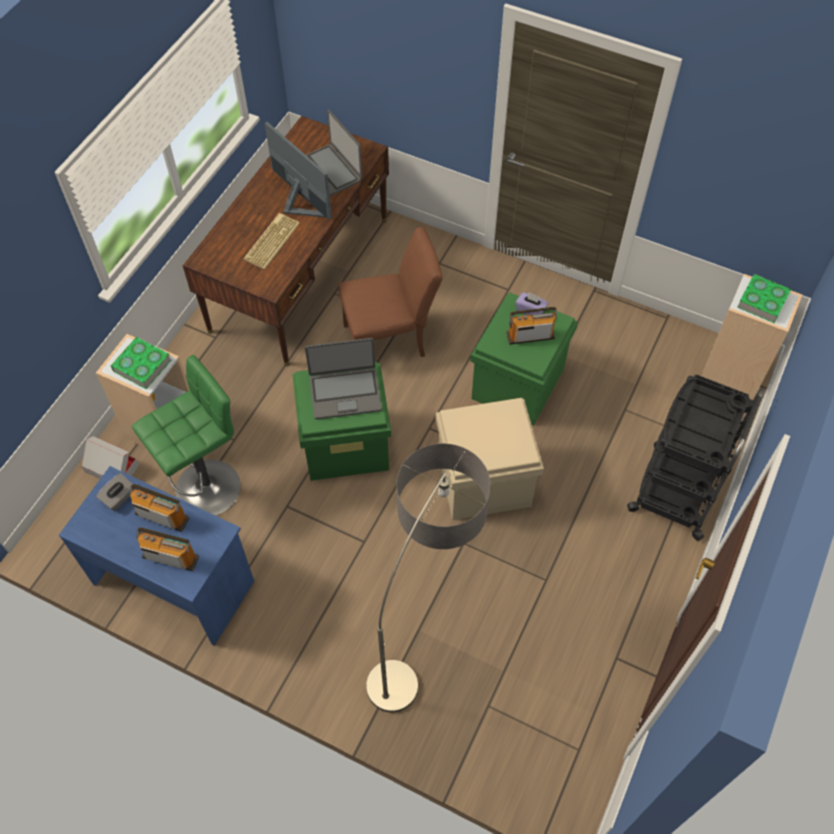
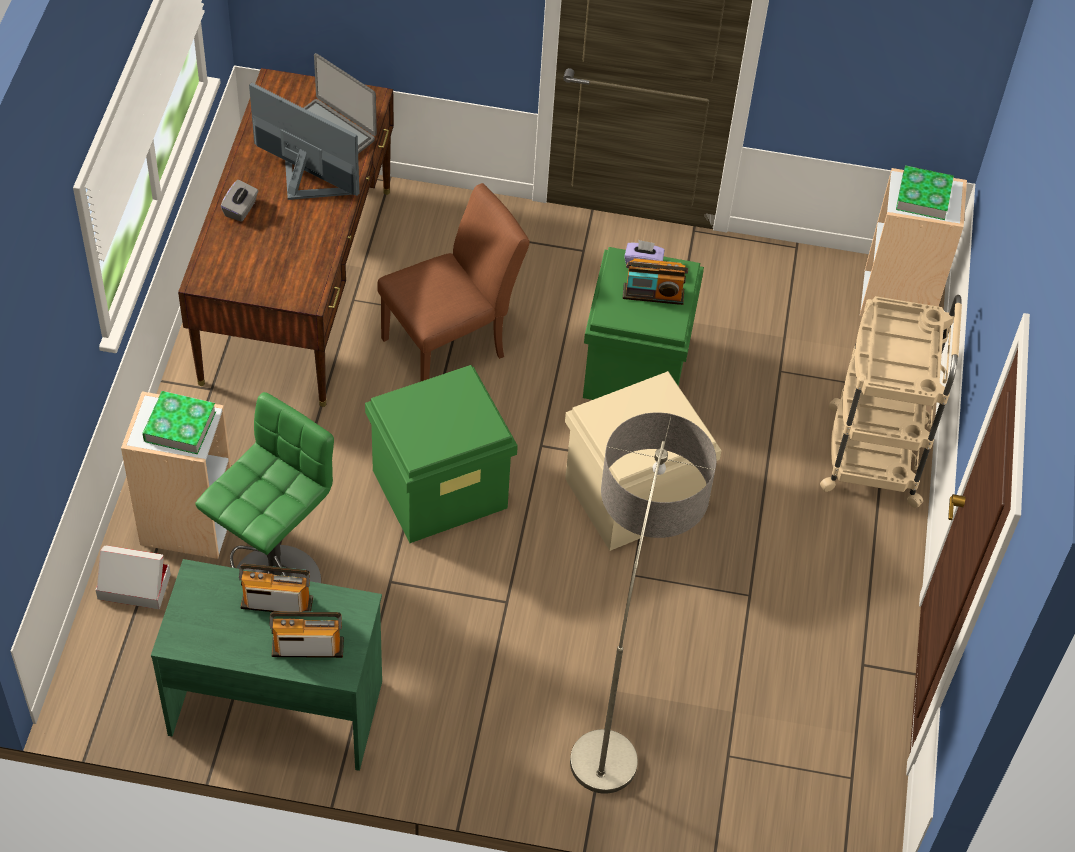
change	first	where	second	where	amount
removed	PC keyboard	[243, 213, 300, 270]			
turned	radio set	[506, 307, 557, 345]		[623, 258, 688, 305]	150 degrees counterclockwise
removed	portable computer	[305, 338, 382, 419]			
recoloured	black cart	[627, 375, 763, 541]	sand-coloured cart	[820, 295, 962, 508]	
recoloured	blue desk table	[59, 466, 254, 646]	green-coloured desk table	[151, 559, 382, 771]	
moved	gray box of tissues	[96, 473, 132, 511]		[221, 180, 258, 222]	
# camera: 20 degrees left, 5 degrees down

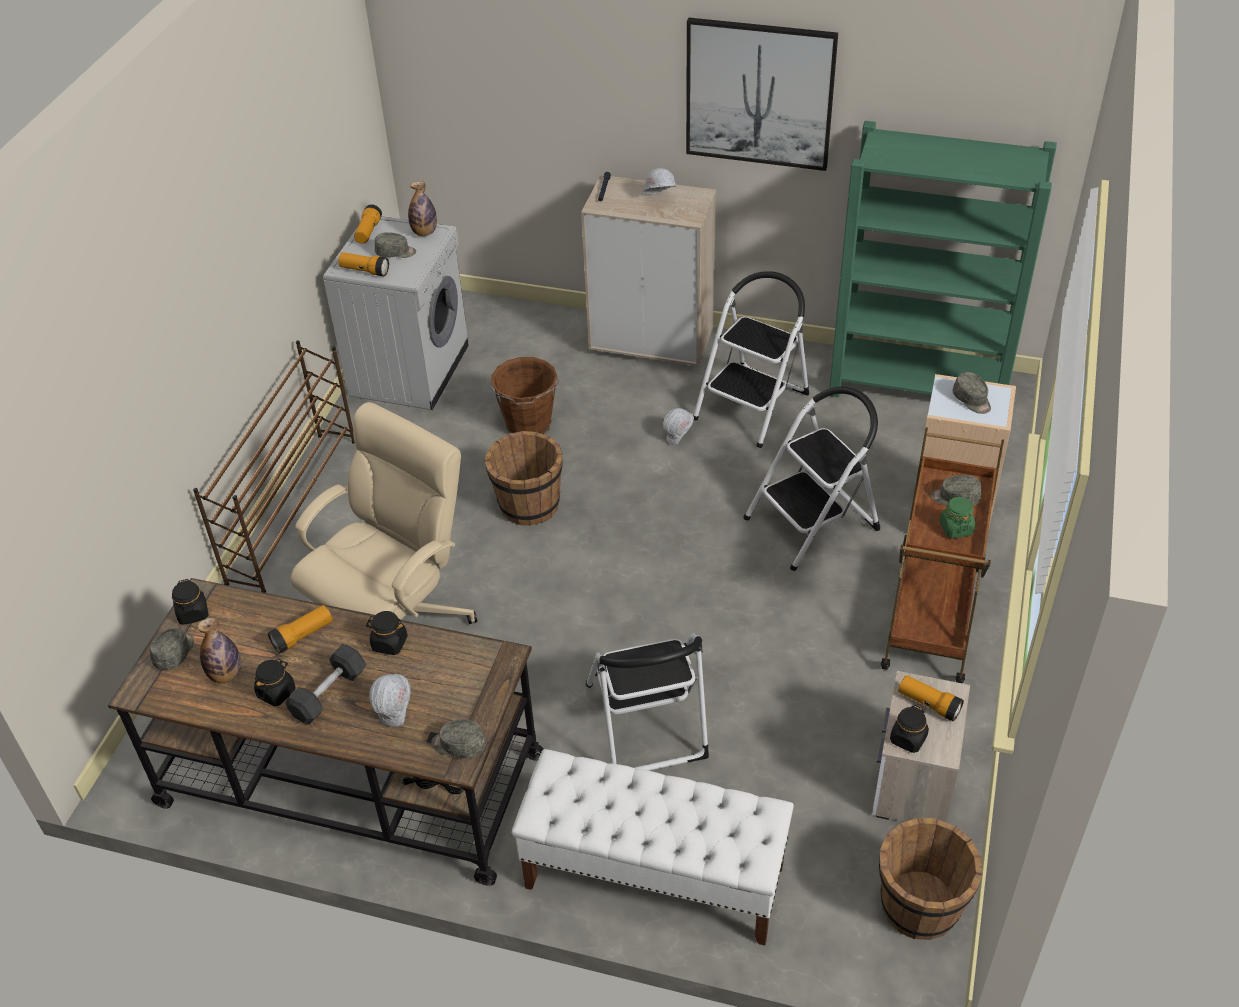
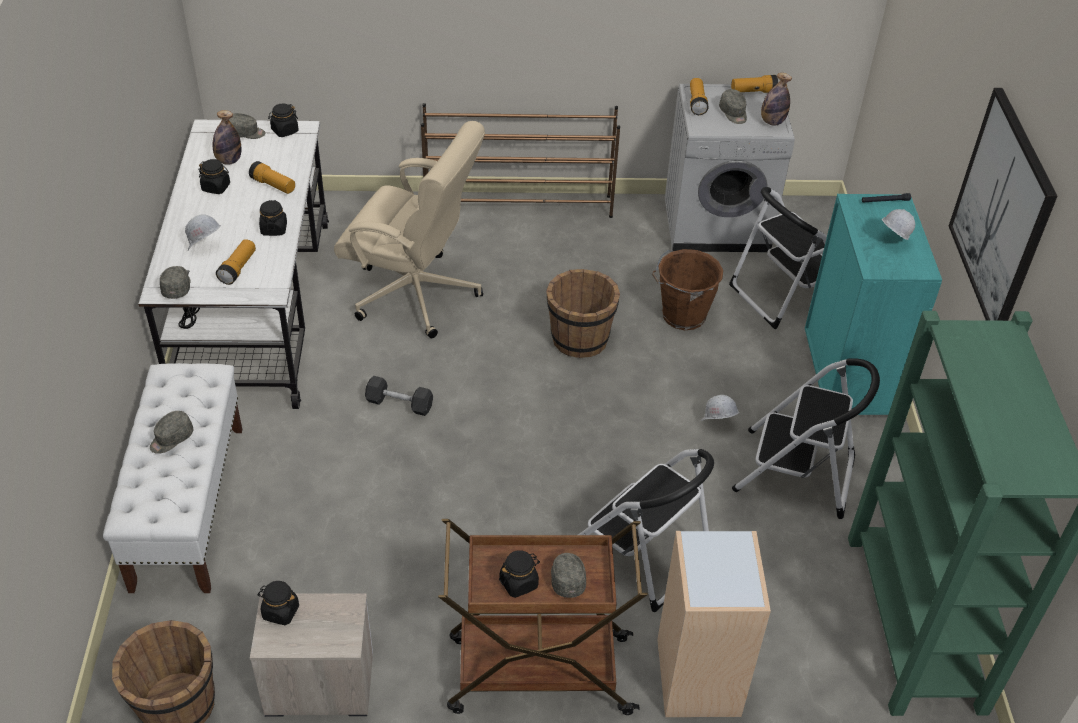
change	first	where	second	where	amount
recoloured	sand-coloured cabinet	[581, 175, 716, 366]	turquoise-coloured cabinet	[805, 194, 942, 415]	
moved	gray cap	[953, 372, 991, 414]		[150, 411, 194, 454]	
recoloured	green-coloured storage jar	[939, 496, 975, 539]	black storage jar	[499, 550, 540, 598]	
recoloured	brown-coloured desk table	[108, 578, 543, 886]	white desk table	[138, 119, 329, 409]	
moved	step stool	[586, 633, 709, 771]		[729, 187, 827, 329]	
moved	gray free weight	[285, 644, 366, 725]		[365, 376, 433, 416]	
moved	hand torch	[898, 675, 964, 721]		[216, 239, 256, 285]	
# camera: 70 degrees right, 0 degrees up

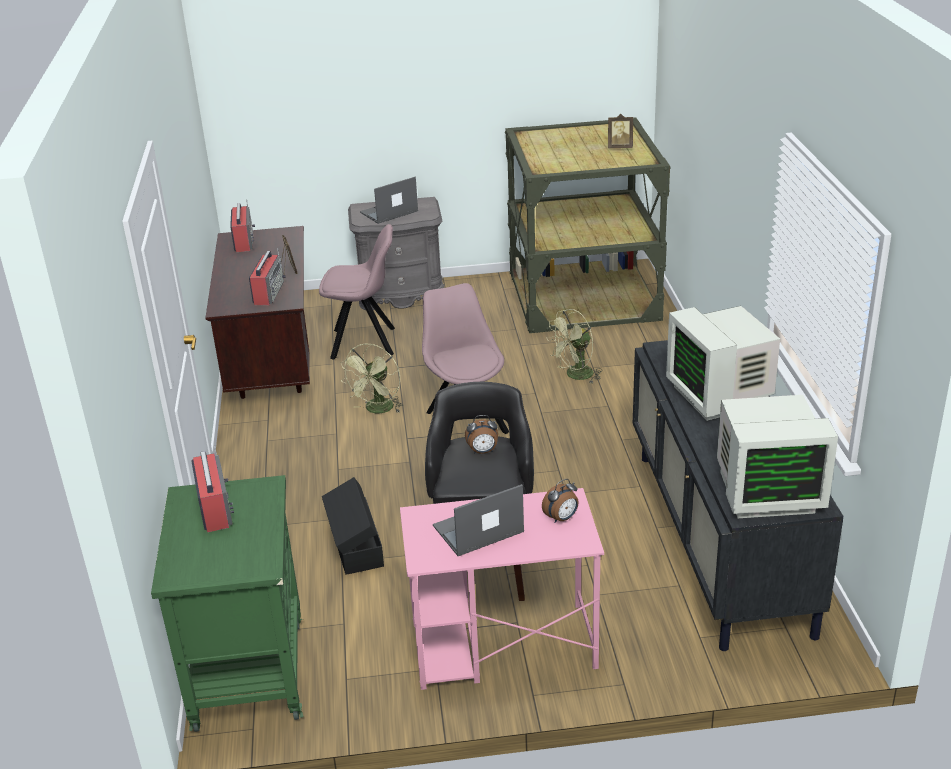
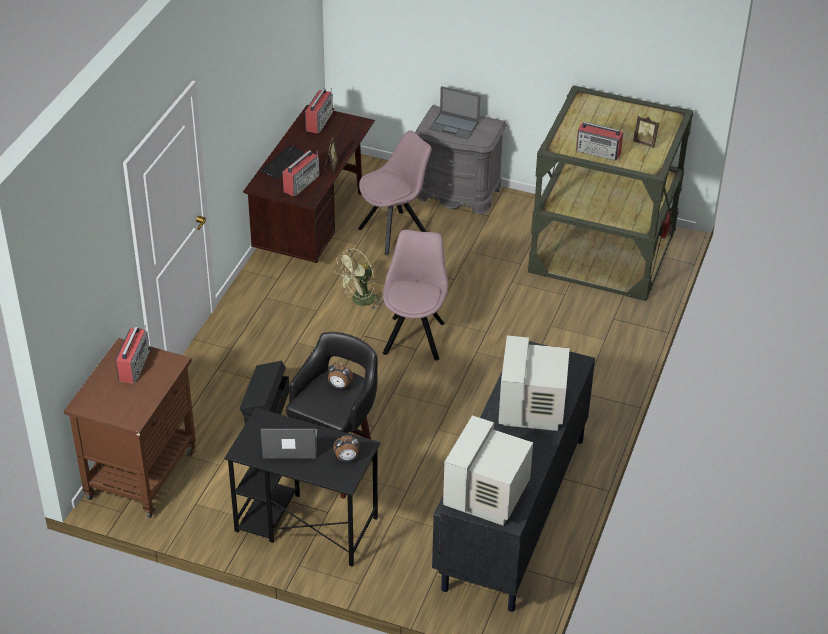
change	first	where	second	where	amount
turned	portable computer	[360, 177, 418, 224]		[429, 86, 480, 139]	150 degrees counterclockwise
turned	pink chair	[319, 224, 395, 360]		[358, 130, 432, 255]	60 degrees counterclockwise
removed	green-coloured fan	[547, 309, 602, 383]			
turned	monitor	[717, 395, 838, 518]		[443, 415, 533, 526]	90 degrees clockwise
recoloured	green-coloured cart	[151, 475, 304, 732]	brown-coloured cart	[64, 338, 196, 518]	
recoloured	pink desk table	[400, 488, 604, 690]	black desk table	[225, 408, 380, 567]	
added			radio set	[576, 122, 623, 160]	
added			PC keyboard	[260, 146, 305, 179]	
# camera: 25 degrees right, 10 degrees up

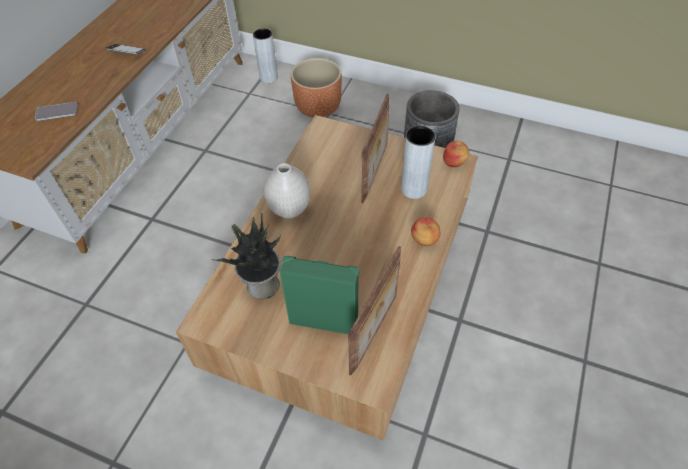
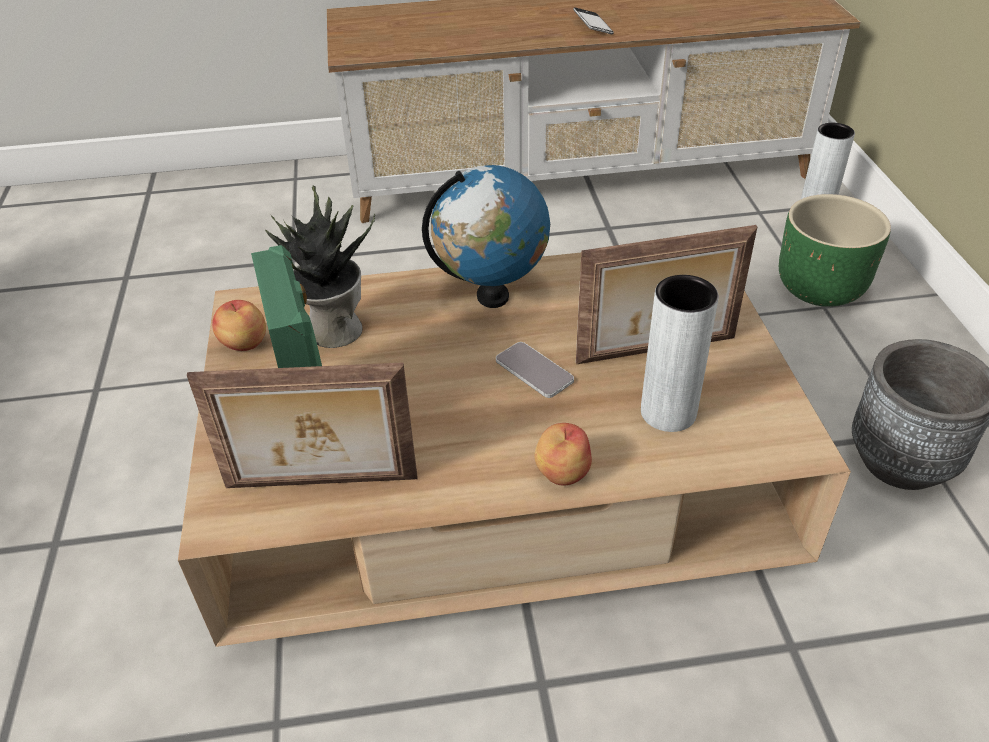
change	first	where	second	where	amount
recoloured	brown-coloured planter	[291, 58, 342, 117]	green-coloured planter	[779, 194, 891, 307]	
moved	handset	[35, 102, 78, 121]		[496, 342, 574, 398]	
moved	whole apple	[443, 141, 470, 167]		[212, 300, 266, 351]	
replaced	white flower vase	[264, 163, 310, 218]	world globe	[422, 165, 550, 308]	
# camera: 60 degrees right, 10 degrees down

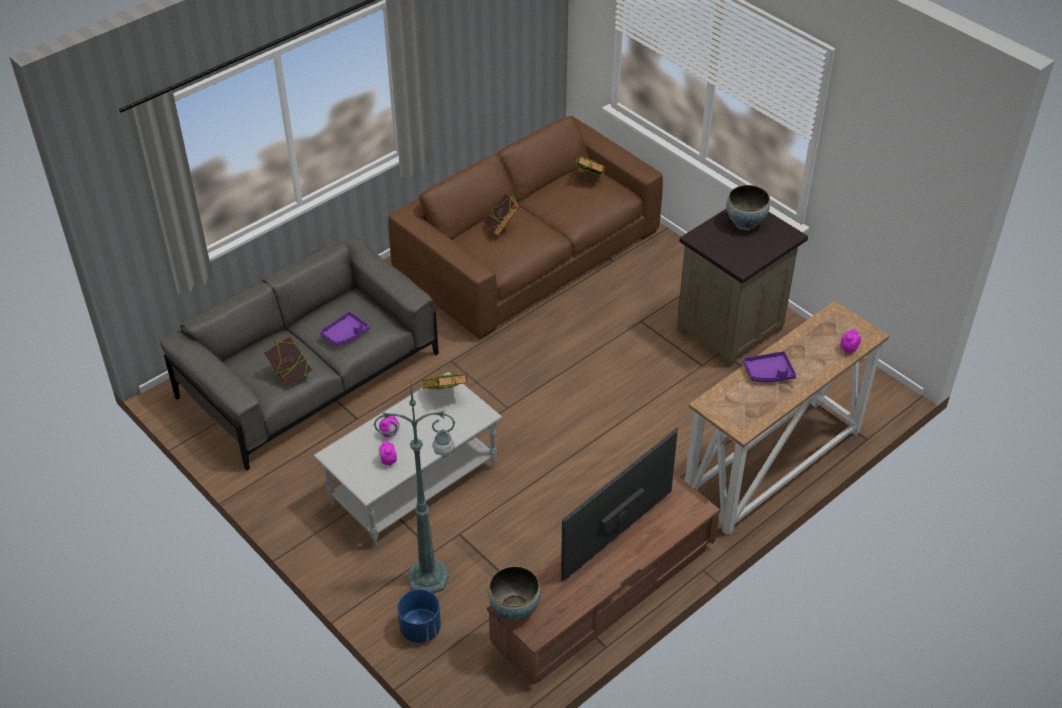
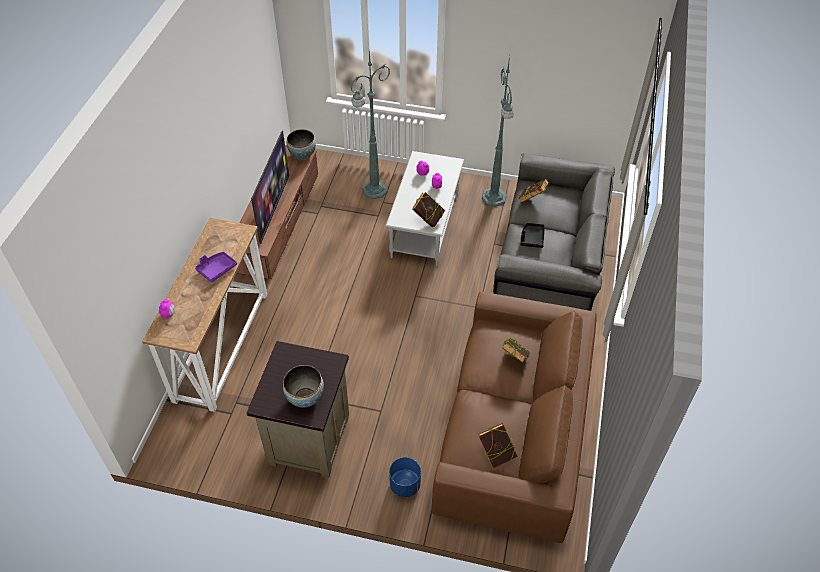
change	first	where	second	where	amount
recoloured	purplish carrying tray	[320, 312, 370, 346]	black carrying tray	[521, 223, 545, 248]	
moved	blue planter	[397, 589, 441, 643]		[389, 457, 421, 497]	
added			green-coloured floor lamp	[482, 56, 514, 206]	
# camera: 145 degrees right, 5 degrees up

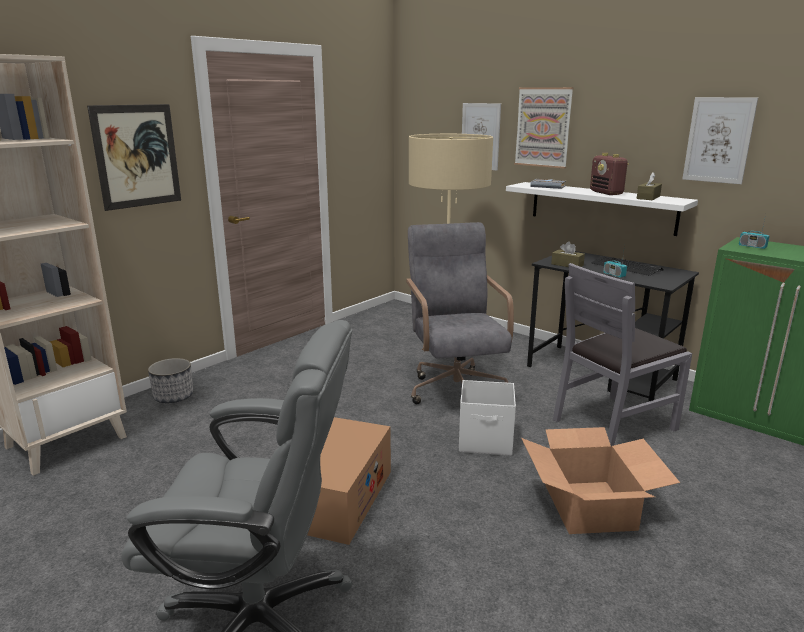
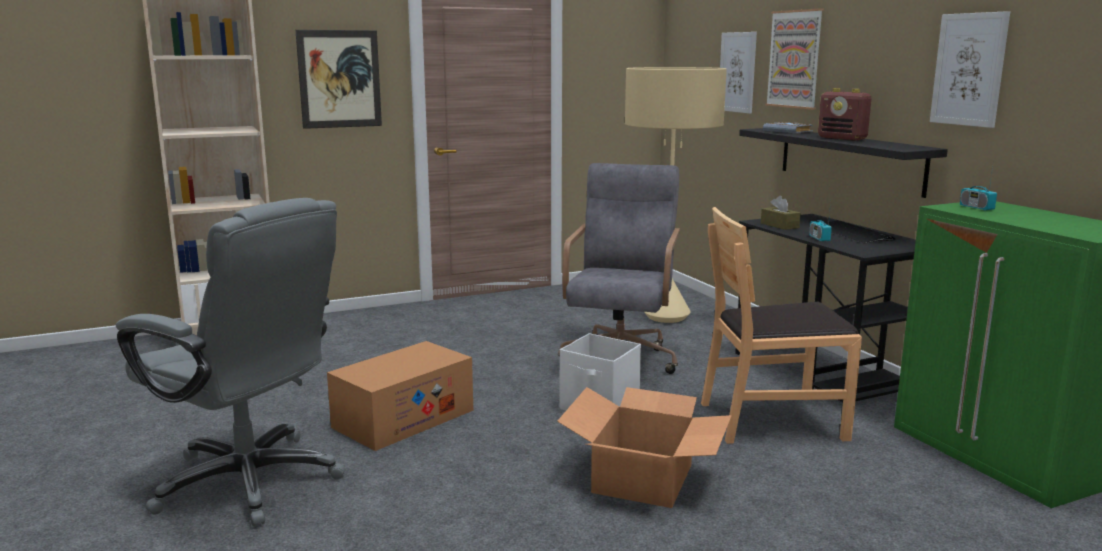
change	first	where	second	where	amount
turned	radio set	[590, 153, 629, 195]		[818, 88, 871, 141]	45 degrees counterclockwise
removed	brown-coloured box of tissues	[637, 172, 662, 200]			
recoloured	white bracket shelf	[506, 182, 698, 236]	black bracket shelf	[739, 128, 948, 198]	
recoloured	gray chair	[553, 263, 692, 446]	brown-coloured chair	[701, 207, 862, 444]	
removed	planter	[148, 358, 193, 403]			
# camera: 25 degrees right, 5 degrees down

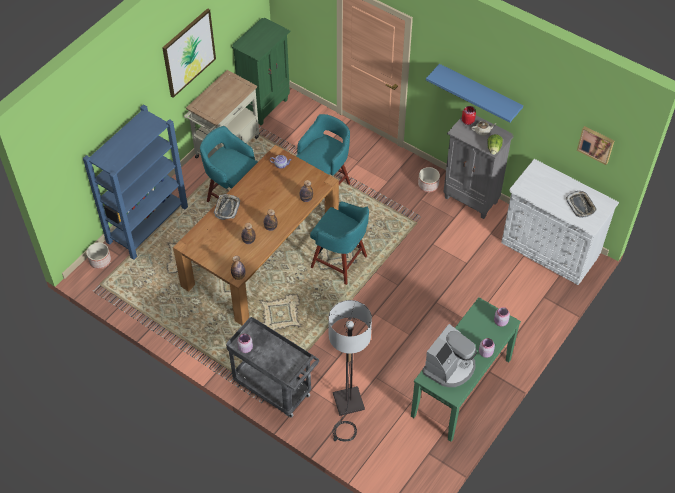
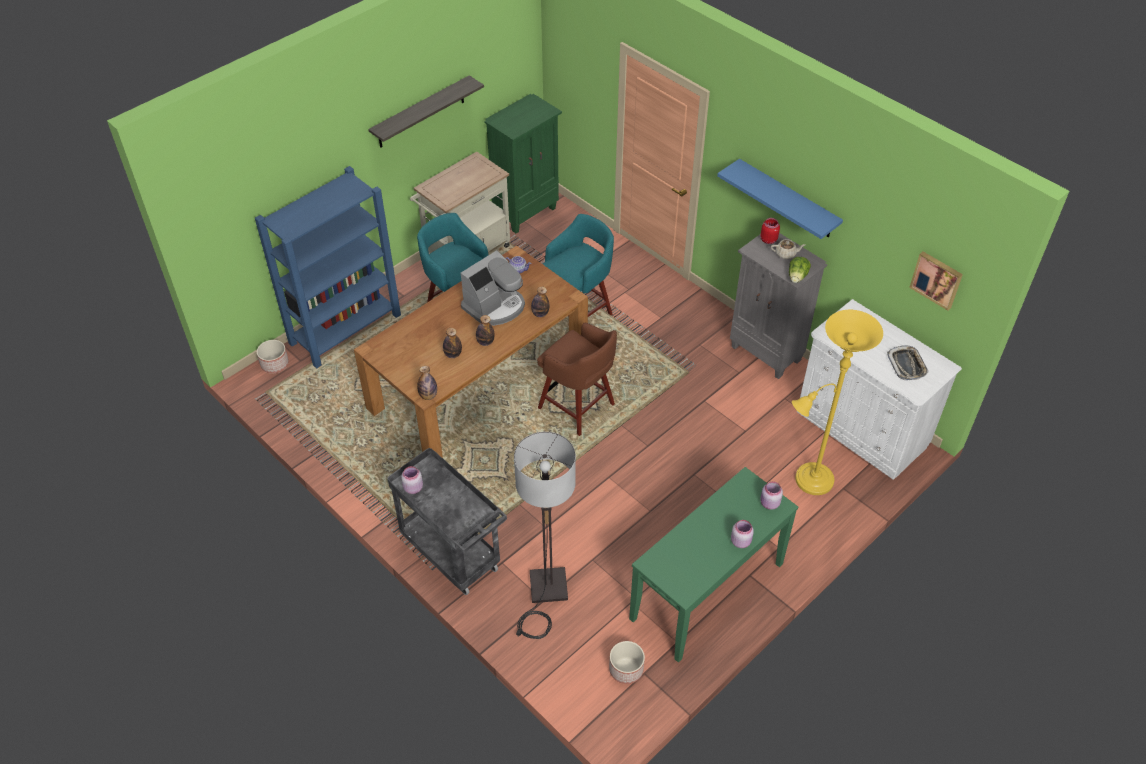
change	first	where	second	where	amount
replaced	picture	[162, 8, 216, 98]	bracket shelf	[368, 75, 484, 148]	
moved	planter	[418, 167, 440, 192]		[609, 641, 645, 684]	
removed	carrying tray	[214, 194, 240, 220]			
recoloured	turquoise-coloured stool seat	[310, 202, 369, 285]	brown-coloured stool seat	[537, 323, 617, 436]	
moved	coffee machine	[423, 324, 477, 387]		[461, 250, 525, 326]	
added			yellowish floor lamp	[792, 310, 883, 495]	
# camera: 10 degrees right, 5 degrees down

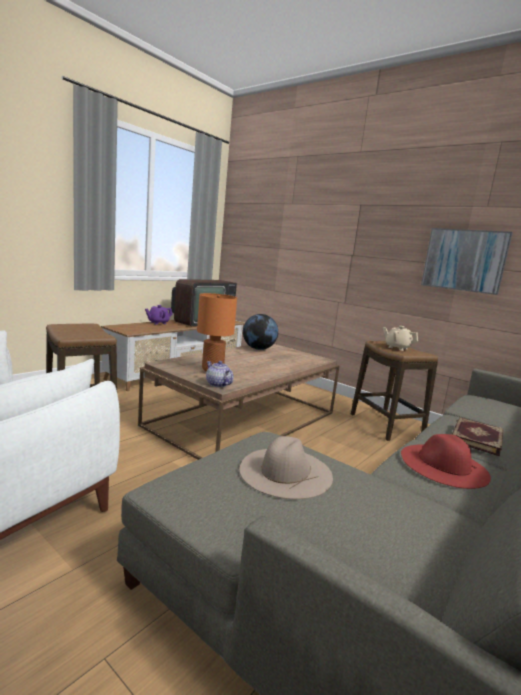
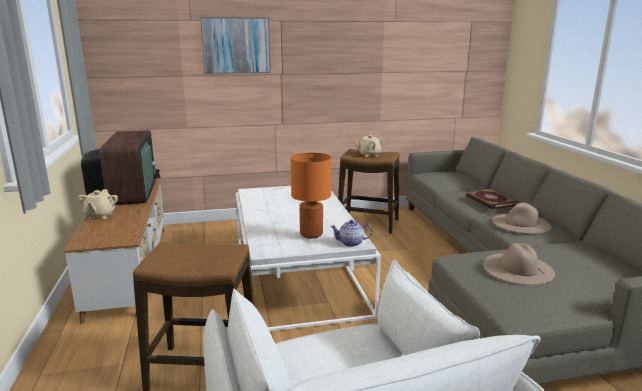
change	first	where	second	where	amount
moved	picture	[421, 228, 513, 295]		[200, 17, 271, 74]	
recoloured	purplish tea pot	[145, 305, 173, 325]	sand-coloured tea pot	[78, 189, 118, 219]	
removed	world globe	[243, 314, 278, 350]			
recoloured	brown-coloured coffee table	[138, 344, 340, 460]	white coffee table	[236, 186, 381, 331]	
recoloured	red clothing hat	[401, 434, 491, 489]	sand-coloured clothing hat	[493, 203, 552, 234]	
# camera: 50 degrees left, 5 degrees up

